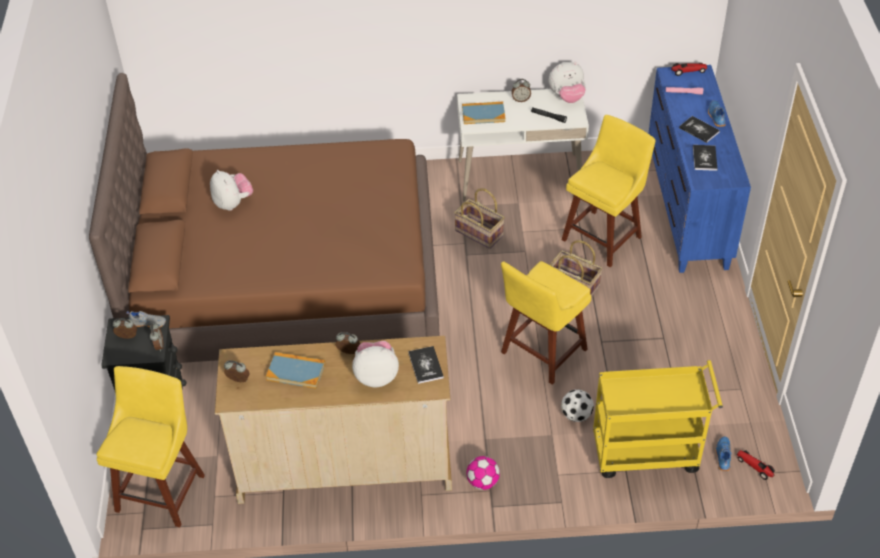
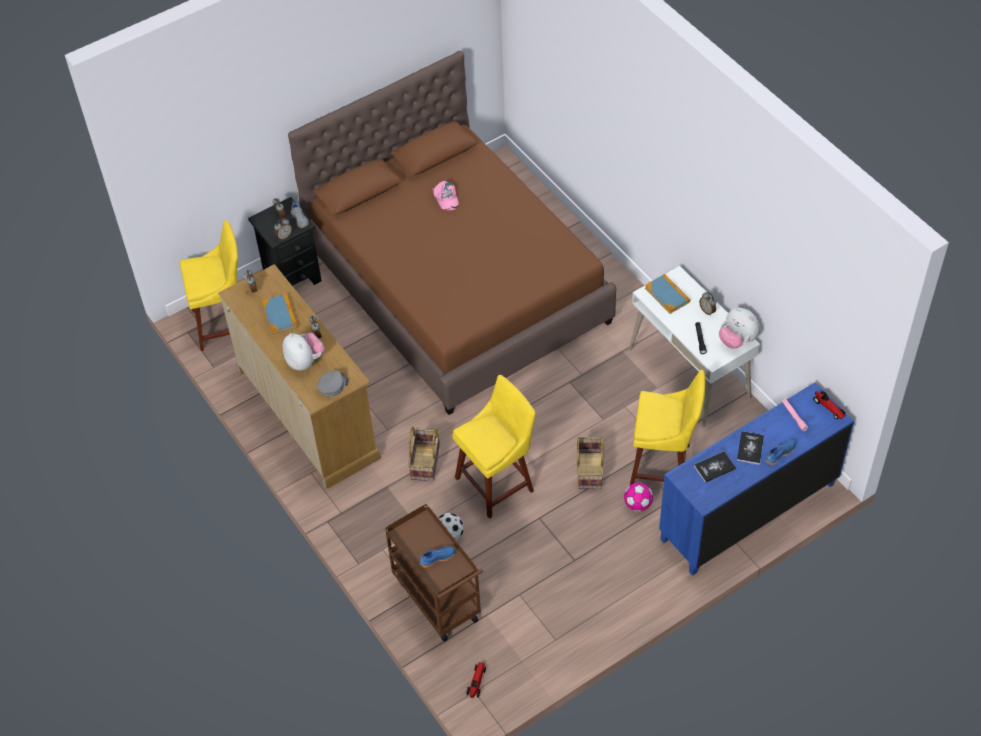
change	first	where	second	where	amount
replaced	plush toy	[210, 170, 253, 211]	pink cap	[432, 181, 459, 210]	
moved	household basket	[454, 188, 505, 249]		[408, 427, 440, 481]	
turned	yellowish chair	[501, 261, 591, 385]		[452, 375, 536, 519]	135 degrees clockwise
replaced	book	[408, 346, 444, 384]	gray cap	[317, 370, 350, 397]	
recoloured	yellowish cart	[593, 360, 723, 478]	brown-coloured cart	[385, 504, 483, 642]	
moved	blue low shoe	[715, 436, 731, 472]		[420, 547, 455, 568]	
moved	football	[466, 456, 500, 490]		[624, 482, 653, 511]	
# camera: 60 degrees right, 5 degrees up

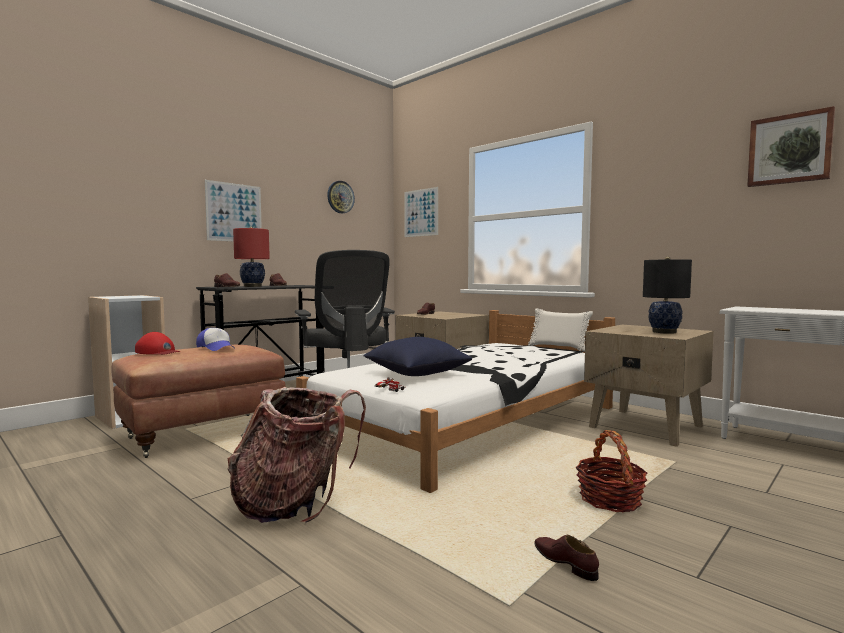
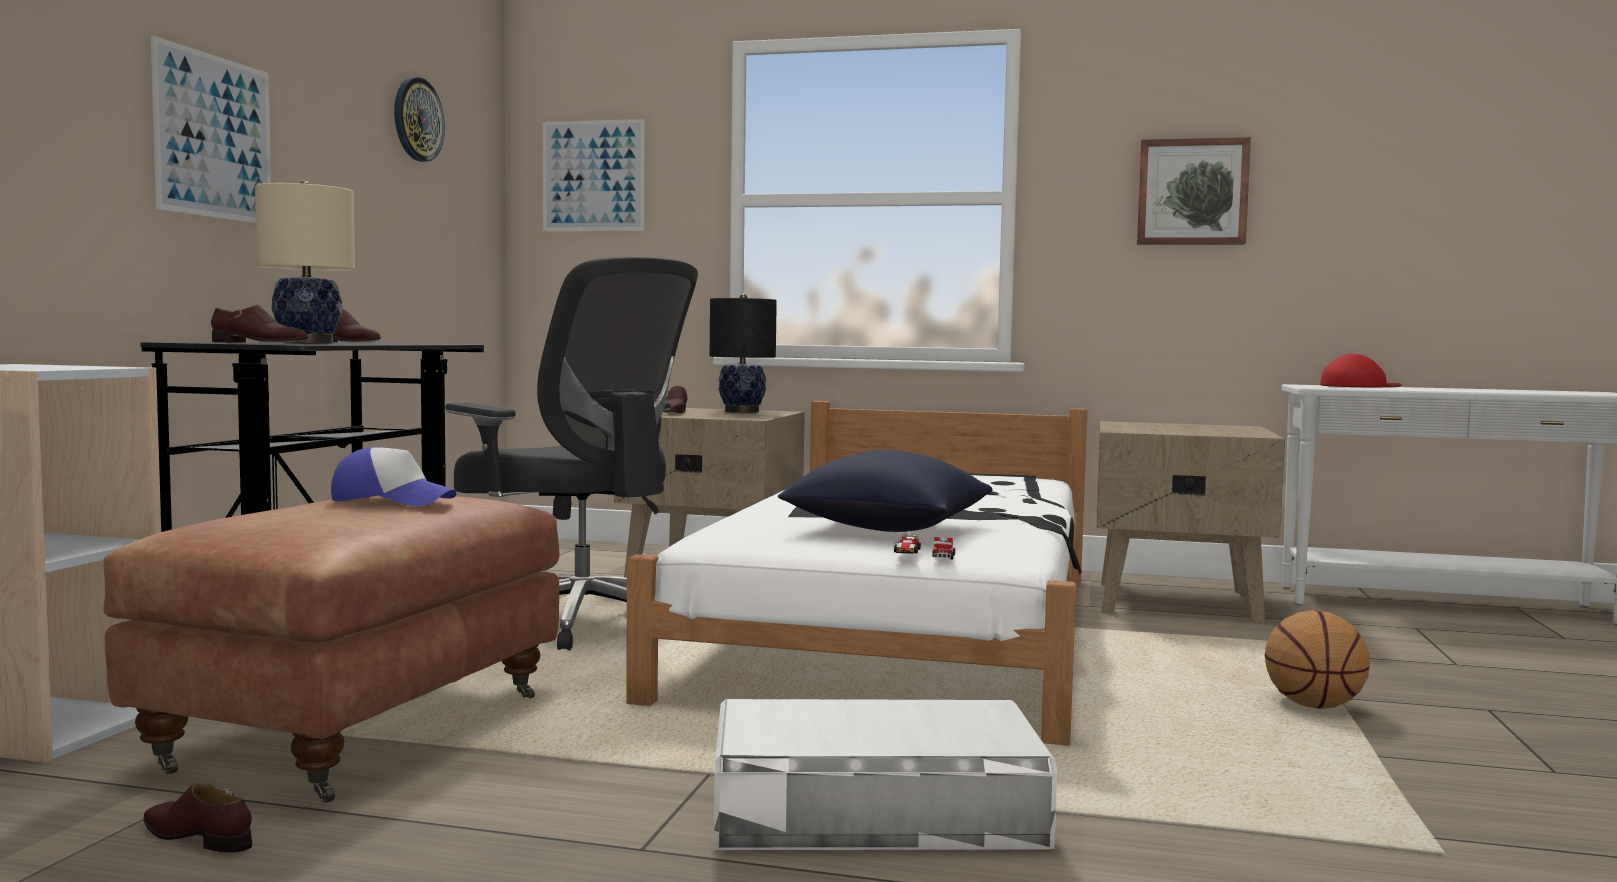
change	first	where	second	where	amount
moved	picture	[747, 106, 835, 187]		[1137, 137, 1251, 245]	
recoloured	red tabletop lamp	[233, 227, 270, 287]	sand-coloured tabletop lamp	[255, 181, 355, 344]	
moved	black tabletop lamp	[643, 256, 692, 334]		[710, 294, 777, 413]	
removed	white pillow	[528, 308, 593, 352]			
moved	red cap	[135, 332, 180, 355]		[1320, 354, 1402, 388]	
replaced	backpack	[227, 387, 366, 523]	white storage box	[714, 699, 1057, 850]	
replaced	household basket	[576, 430, 647, 513]	basketball ball	[1265, 610, 1370, 709]	
moved	brown-coloured low shoe	[534, 535, 599, 581]		[143, 783, 252, 853]	
# camera: 30 degrees left, 0 degrees up

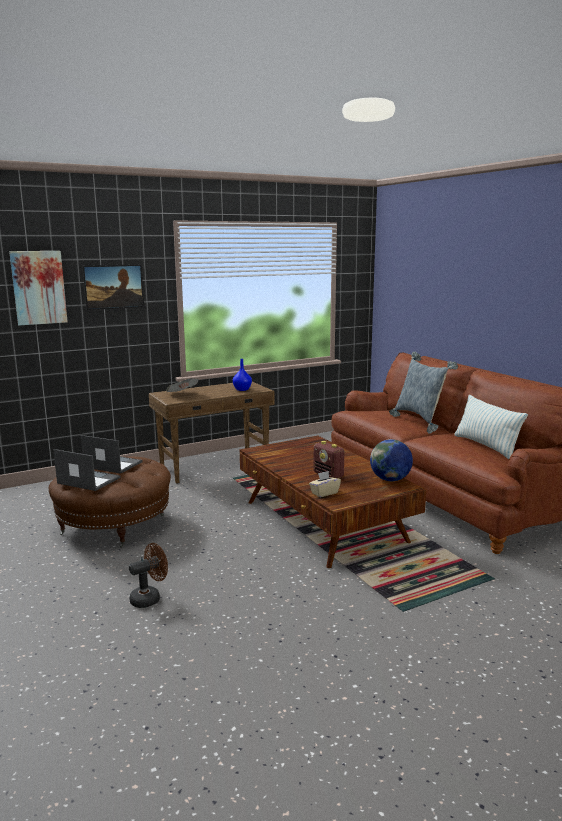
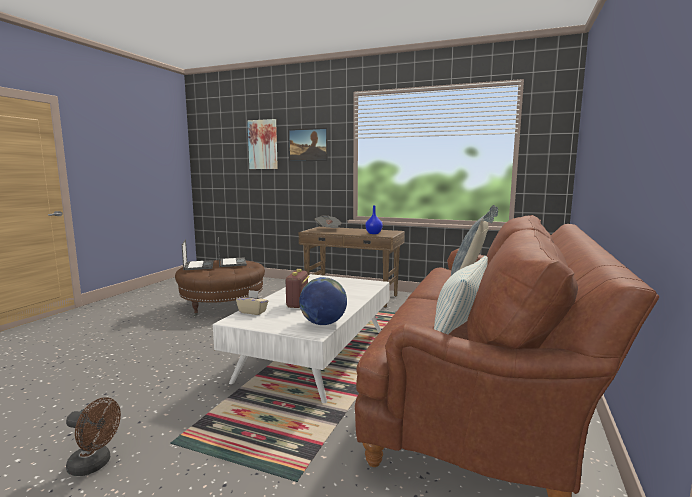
change	first	where	second	where	amount
recoloured	brown-coloured coffee table	[240, 436, 426, 568]	white coffee table	[213, 274, 389, 403]	
moved	brown-coloured fan	[129, 543, 168, 608]		[66, 397, 121, 476]	
# camera: 50 degrees right, 5 degrees down

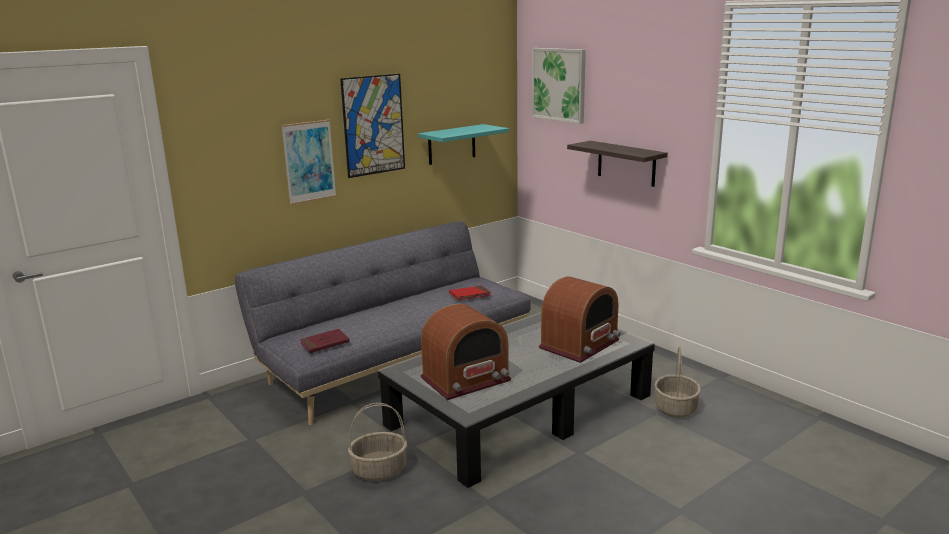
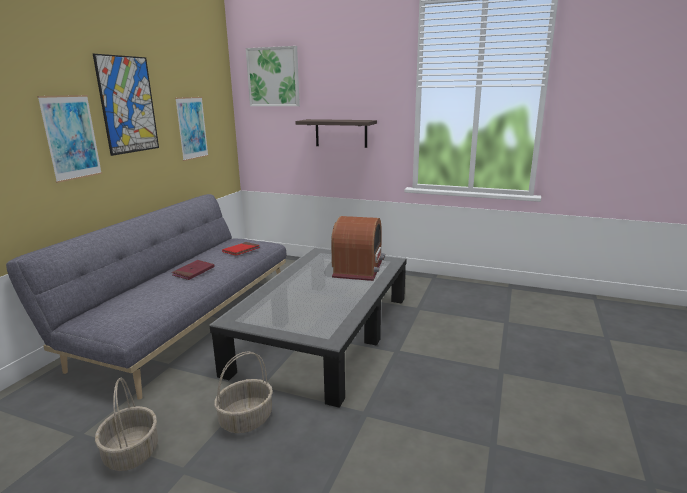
change	first	where	second	where	amount
replaced	turquoise-coloured bracket shelf	[418, 124, 509, 165]	picture	[175, 97, 209, 161]	
removed	radio set	[420, 304, 511, 400]			
moved	red book	[300, 329, 350, 353]		[172, 260, 215, 280]	
moved	household basket	[654, 346, 701, 418]		[95, 378, 158, 471]	
# camera: 30 degrees left, 0 degrees up

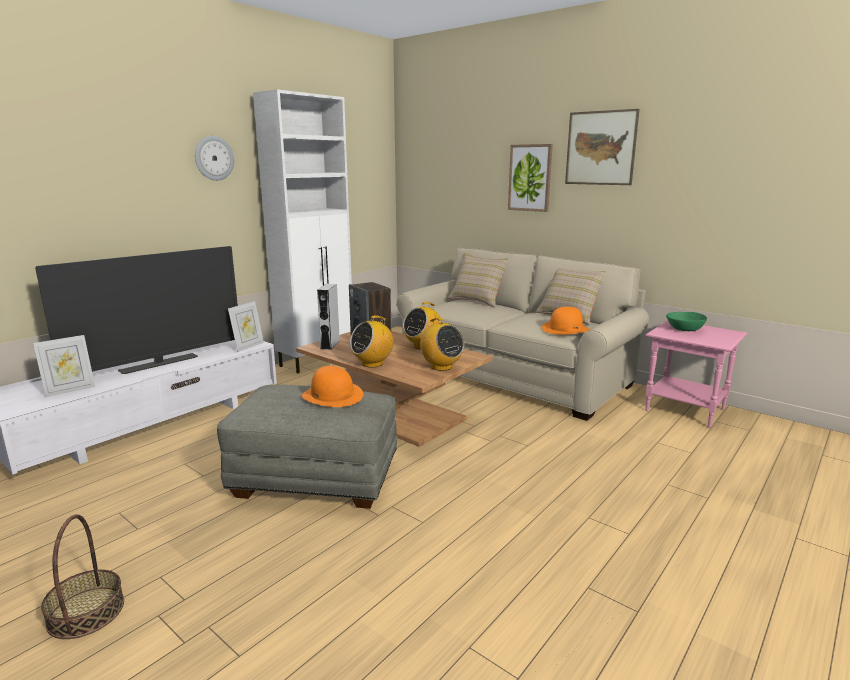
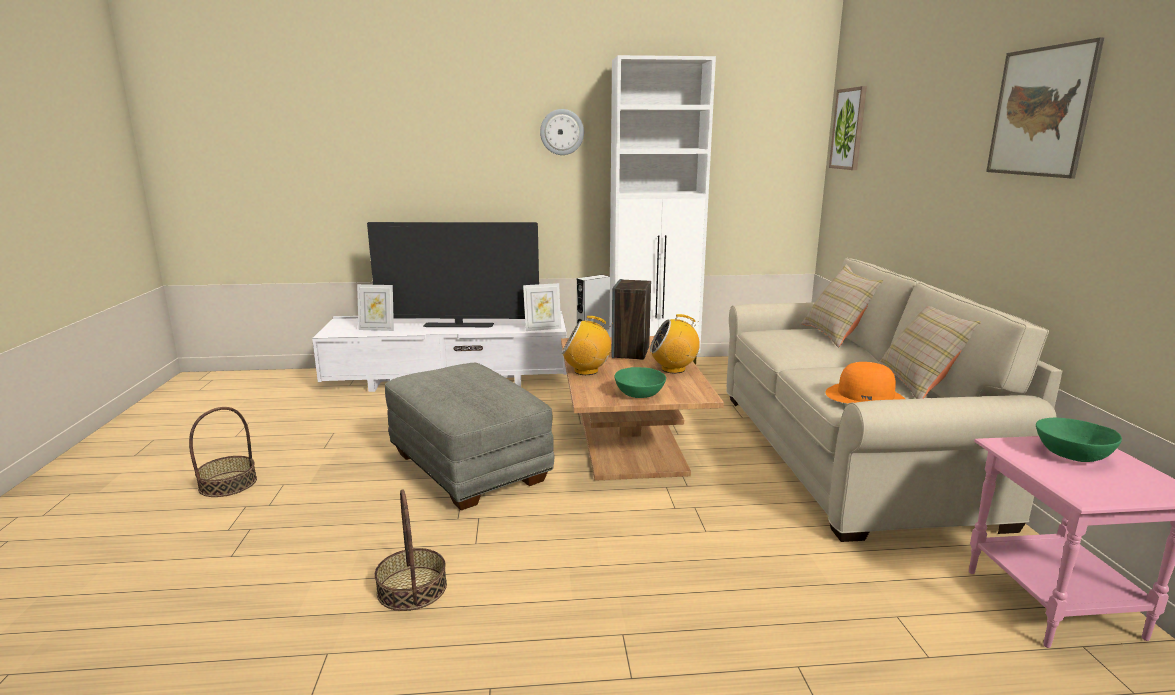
change	first	where	second	where	amount
moved	picture	[508, 144, 553, 212]		[829, 86, 867, 170]	
replaced	radio set	[418, 318, 464, 371]	green-coloured bowl	[614, 367, 666, 398]	
removed	orange clothing hat	[302, 366, 363, 407]			
added			household basket	[375, 489, 447, 611]	
# camera: 45 degrees right, 0 degrees up

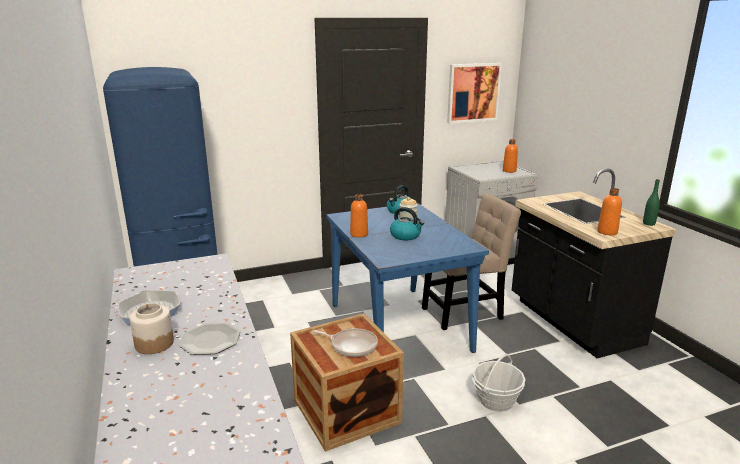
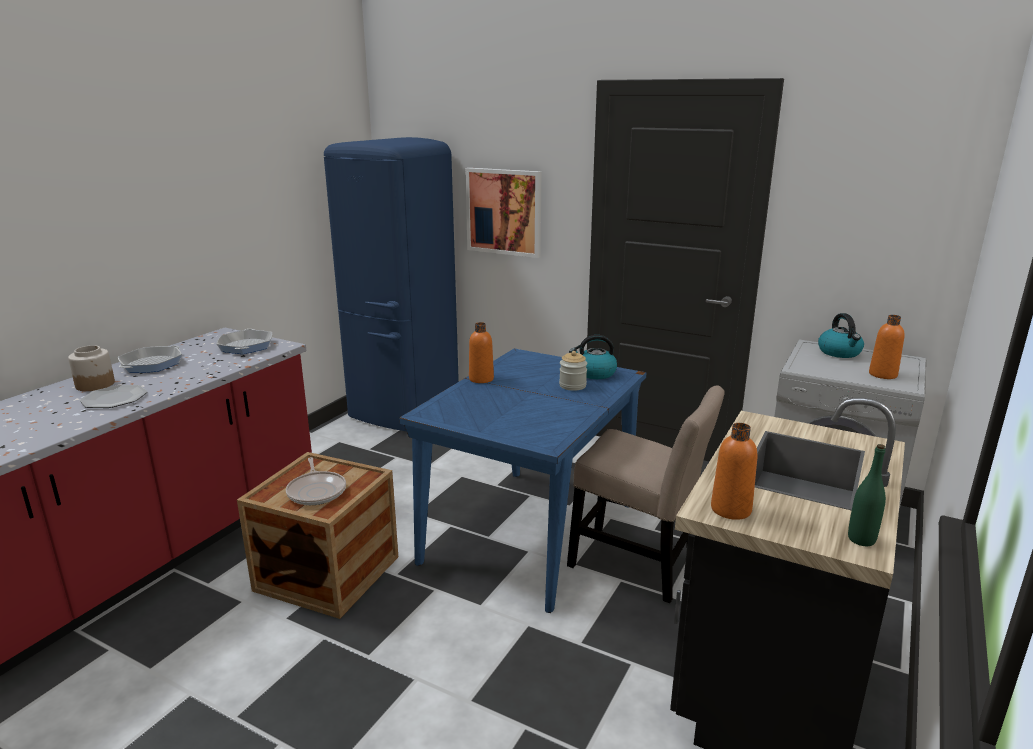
change	first	where	second	where	amount
moved	picture	[447, 63, 502, 124]		[465, 168, 541, 258]	
moved	kettle	[390, 207, 424, 240]		[818, 313, 864, 358]	
removed	household basket	[472, 354, 526, 412]			
added			skillet	[217, 329, 273, 354]	
# camera: 50 degrees right, 0 degrees up

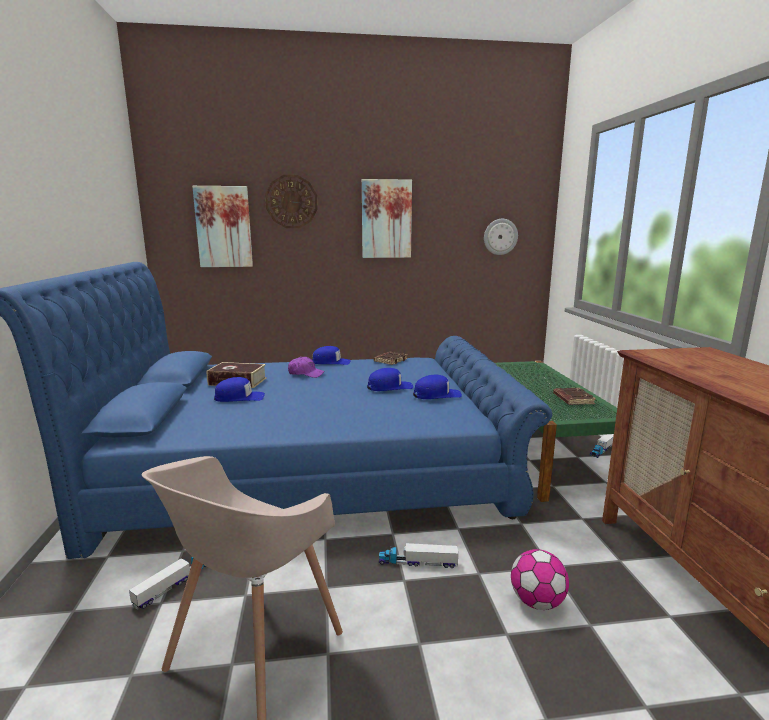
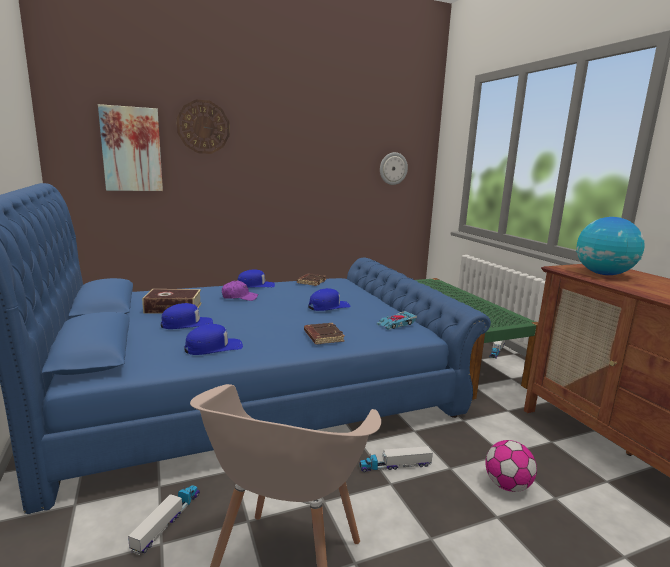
change	first	where	second	where	amount
removed	picture	[362, 179, 412, 258]			
moved	blue cap	[413, 374, 462, 399]		[185, 324, 243, 355]	
moved	brown-coloured book	[553, 388, 596, 405]		[304, 323, 345, 344]	
added			world globe	[576, 217, 645, 275]	
added			toy car	[377, 311, 417, 330]	
# camera: 15 degrees left, 0 degrees up

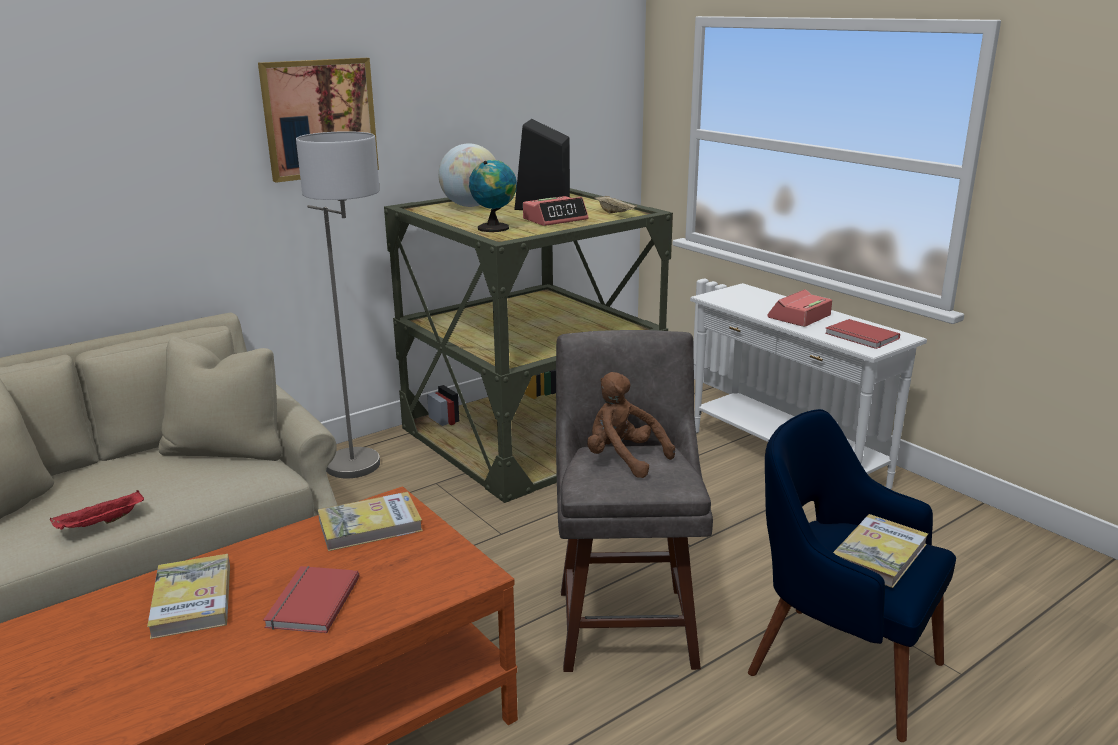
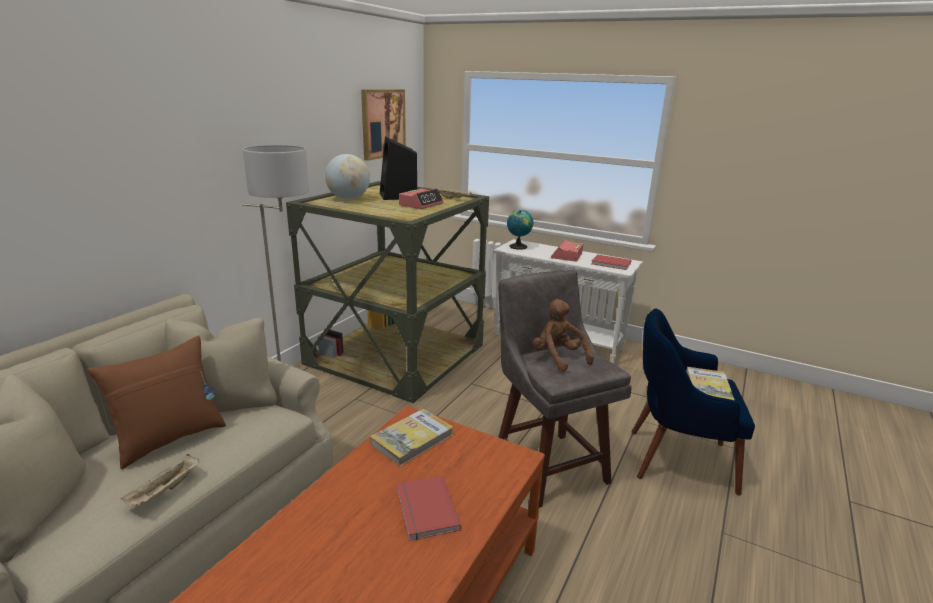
change	first	where	second	where	amount
moved	picture	[258, 58, 379, 183]		[361, 89, 406, 160]	
moved	world globe	[469, 160, 517, 232]		[507, 210, 533, 250]	
turned	brown-coloured plush toy	[587, 372, 675, 478]		[533, 299, 594, 372]	45 degrees clockwise
recoloured	red carrying tray	[50, 490, 144, 530]	sand-coloured carrying tray	[120, 454, 199, 506]	
removed	book	[147, 554, 230, 639]			
added			brown-coloured pillow	[87, 336, 226, 469]	
# camera: 25 degrees left, 0 degrees up

